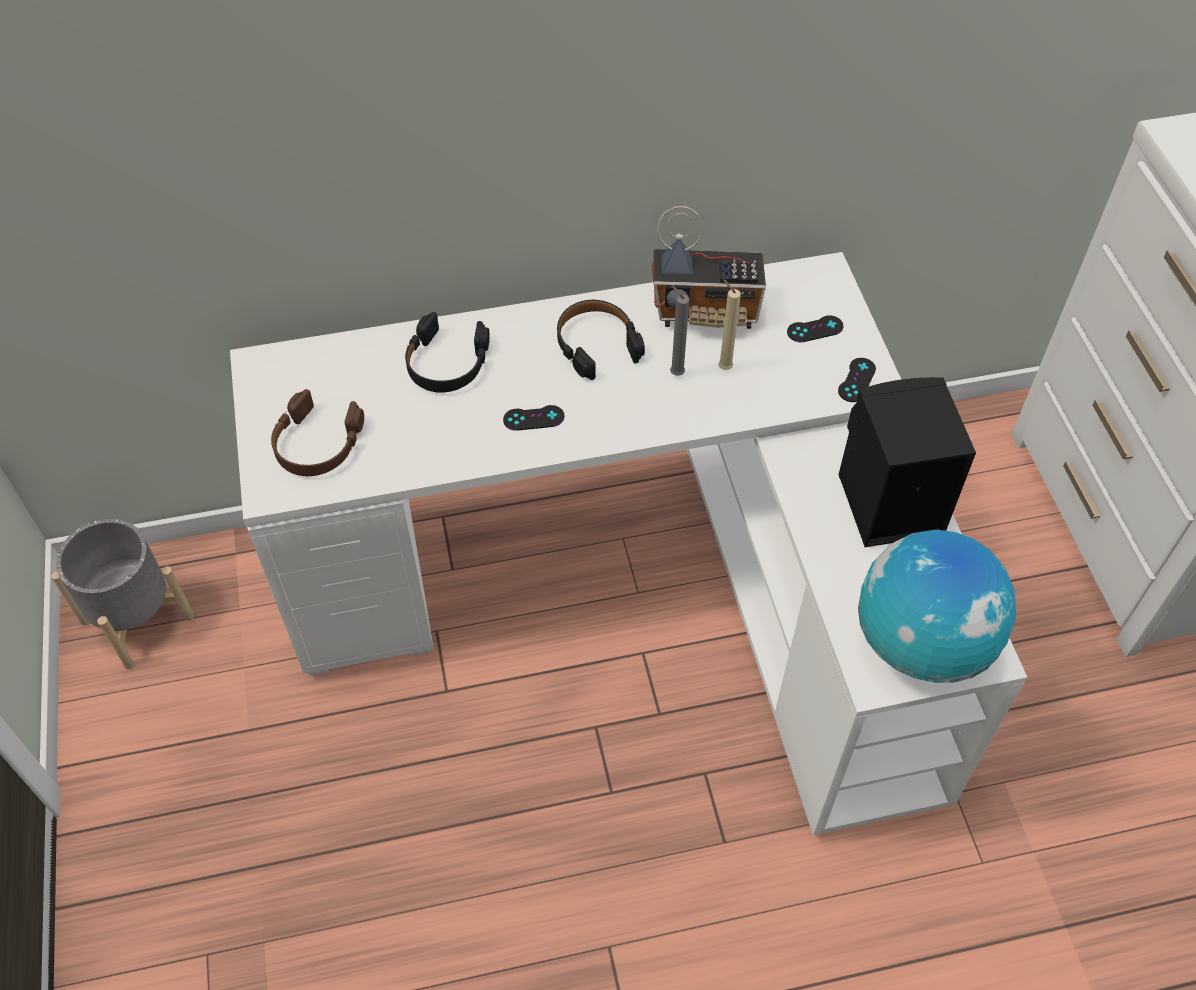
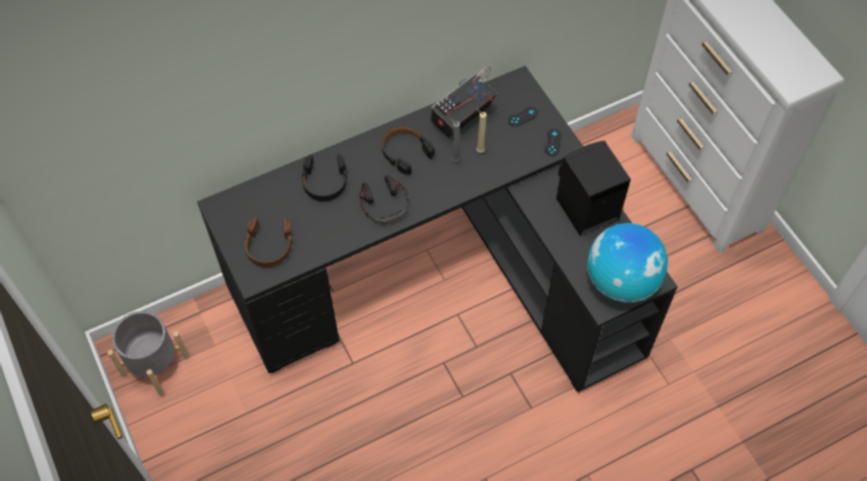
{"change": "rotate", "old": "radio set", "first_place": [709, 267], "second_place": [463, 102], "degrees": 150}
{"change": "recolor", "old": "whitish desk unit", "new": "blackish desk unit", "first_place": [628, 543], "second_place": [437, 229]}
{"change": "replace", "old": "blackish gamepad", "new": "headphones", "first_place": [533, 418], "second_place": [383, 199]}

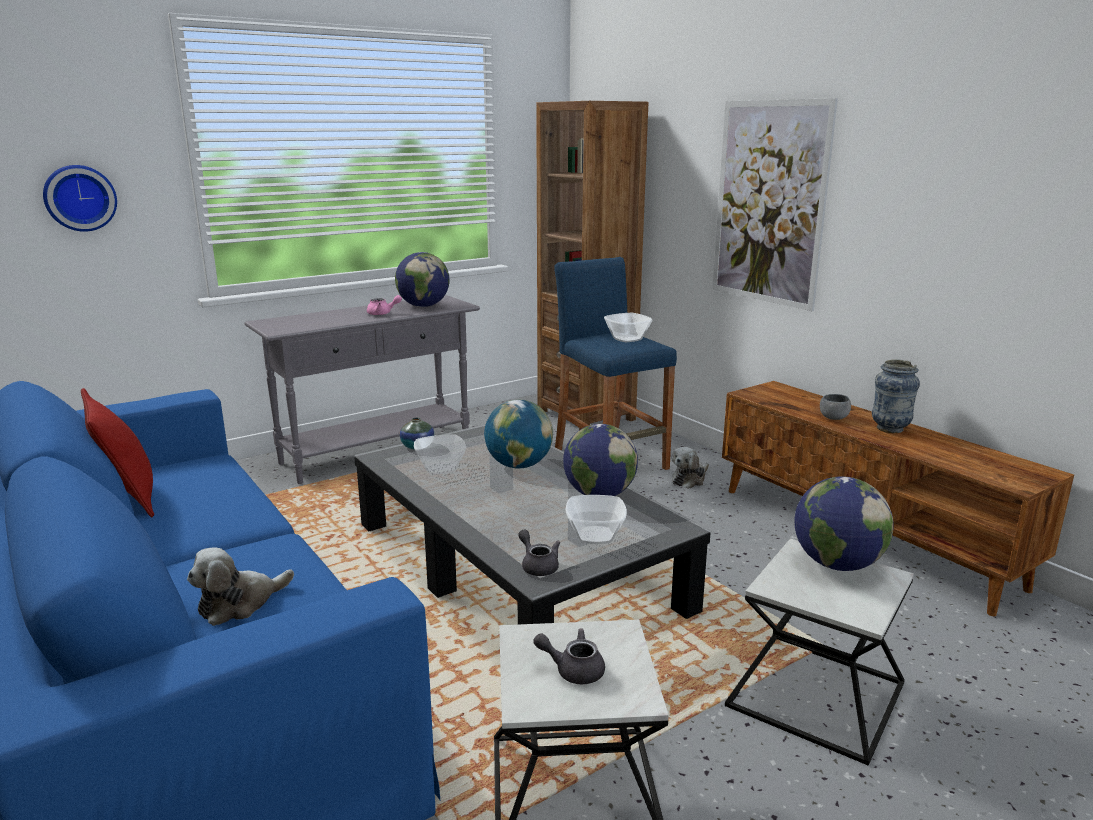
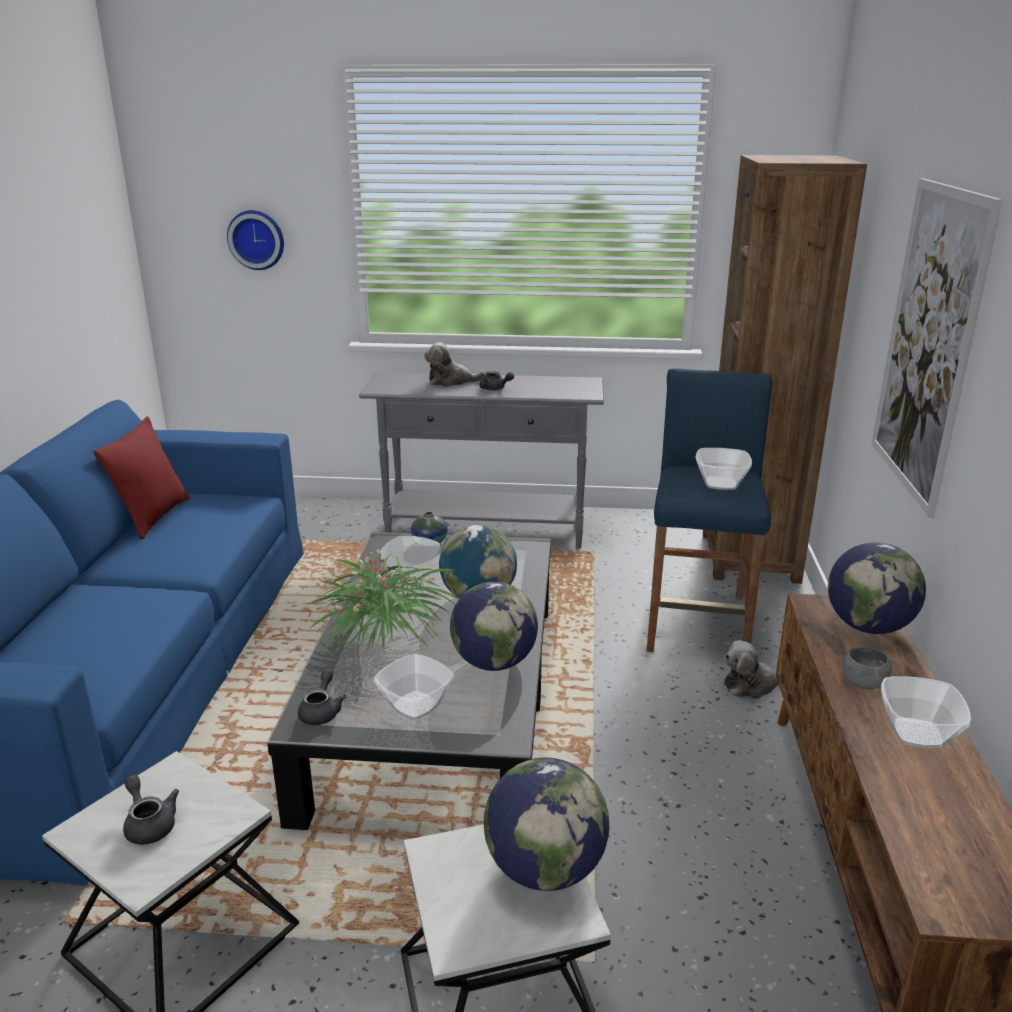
{"change": "move", "old": "desk globe", "first_place": [422, 279], "second_place": [877, 588]}
{"change": "recolor", "old": "pink tea pot", "new": "greyish tea pot", "first_place": [384, 305], "second_place": [497, 381]}
{"change": "replace", "old": "vase", "new": "bowl", "first_place": [896, 396], "second_place": [926, 712]}
{"change": "move", "old": "soft toy", "first_place": [240, 586], "second_place": [454, 364]}
{"change": "insert", "new": "plant in a pot", "second_place": [383, 602]}

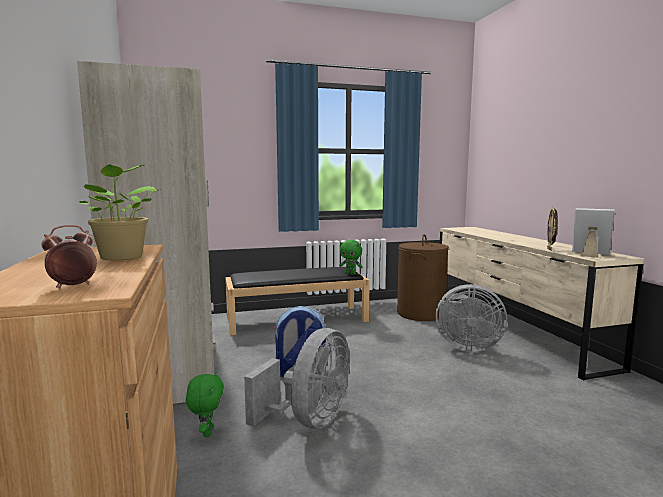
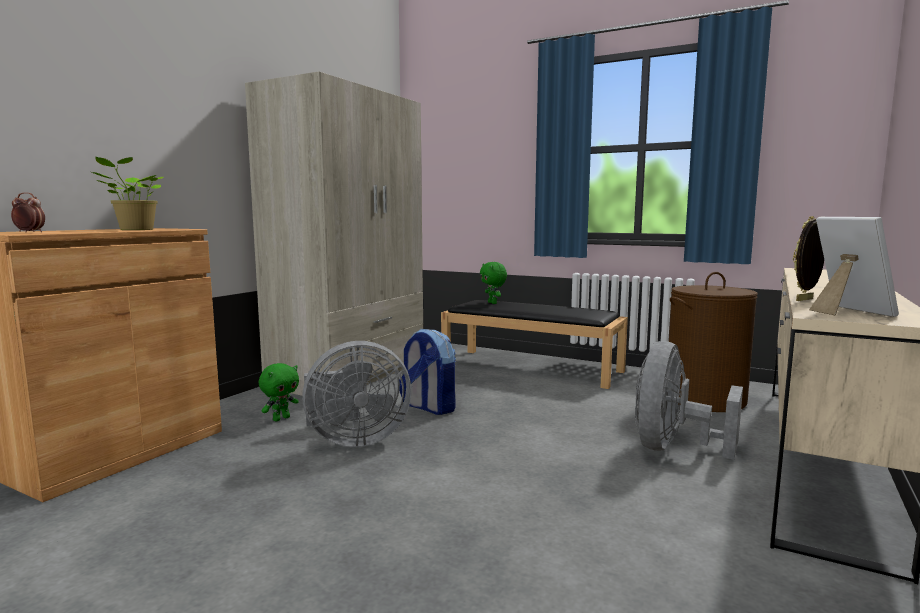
{"change": "move", "old": "green-coloured soft toy", "first_place": [351, 257], "second_place": [493, 283]}
{"change": "rotate", "old": "greyish fan", "first_place": [471, 318], "second_place": [689, 400], "degrees": 60}

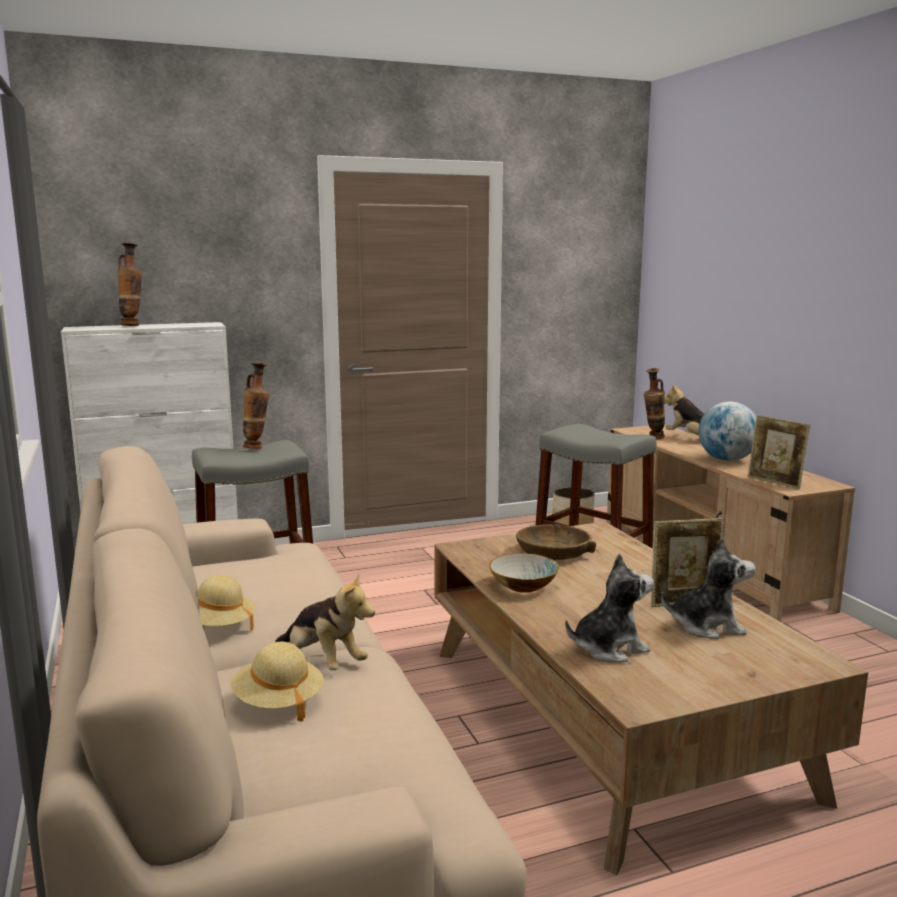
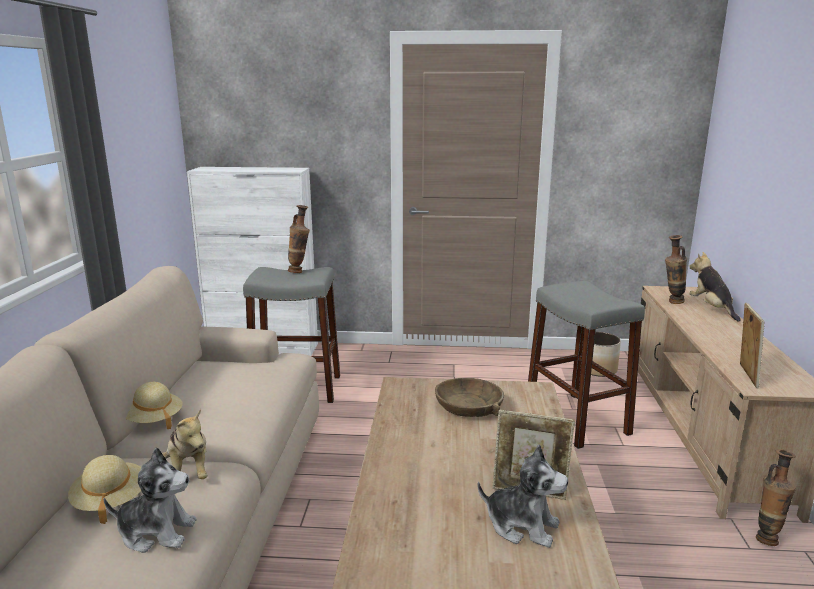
{"change": "move", "old": "vase", "first_place": [129, 284], "second_place": [776, 497]}
{"change": "delete", "old": "desk globe", "first_place": [727, 431]}
{"change": "rotate", "old": "photo frame", "first_place": [779, 452], "second_place": [752, 345], "degrees": -150}
{"change": "delete", "old": "bowl", "first_place": [524, 573]}
{"change": "move", "old": "soft toy", "first_place": [609, 607], "second_place": [150, 500]}

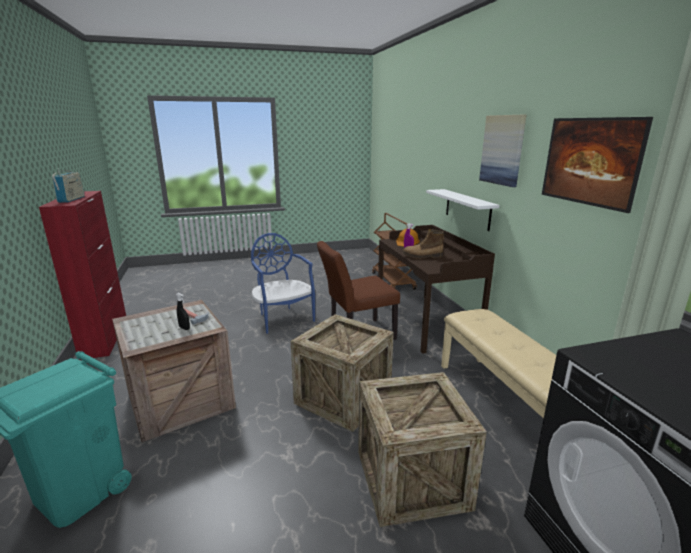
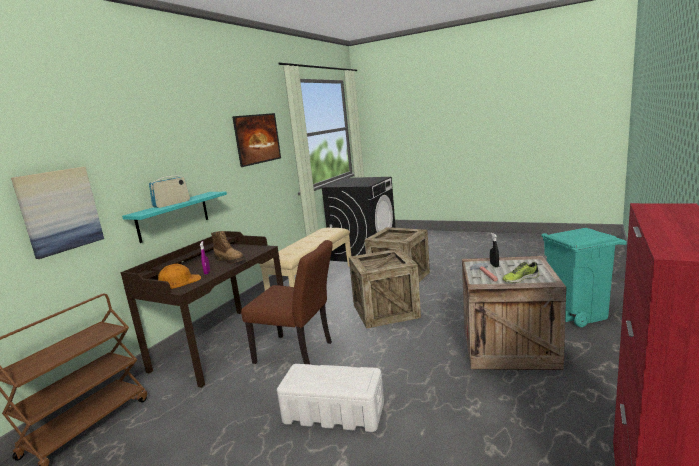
{"change": "move", "old": "wall picture", "first_place": [502, 151], "second_place": [57, 213]}
{"change": "move", "old": "radio set", "first_place": [68, 186], "second_place": [169, 191]}
{"change": "recolor", "old": "whitish wall shelf", "new": "blue-green wall shelf", "first_place": [463, 210], "second_place": [174, 217]}
{"change": "replace", "old": "bluish plain chair", "new": "whitish storage bin", "first_place": [283, 283], "second_place": [330, 398]}
{"change": "insert", "new": "item of footwear", "second_place": [521, 272]}

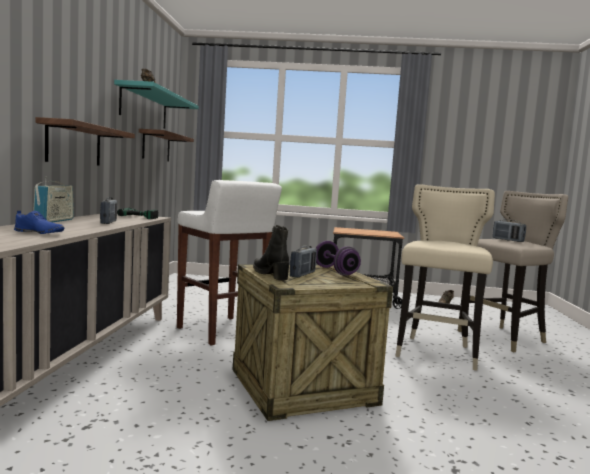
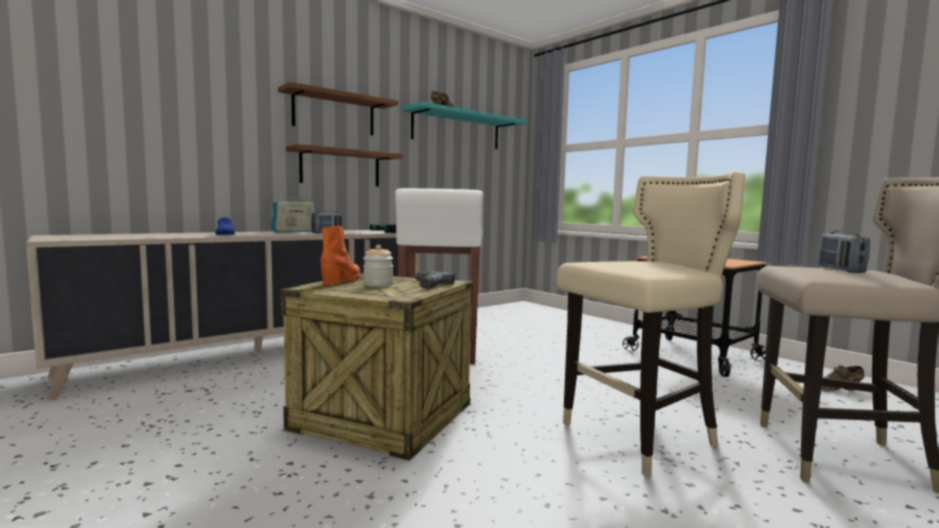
{"change": "move", "old": "wall shelf", "first_place": [166, 145], "second_place": [338, 109]}
{"change": "recolor", "old": "blackish tall boot", "new": "orange tall boot", "first_place": [271, 253], "second_place": [340, 255]}
{"change": "replace", "old": "purple-coloured dumbbell", "new": "power drill", "first_place": [338, 258], "second_place": [434, 280]}
{"change": "replace", "old": "radio set", "new": "preserve jar", "first_place": [303, 261], "second_place": [378, 266]}

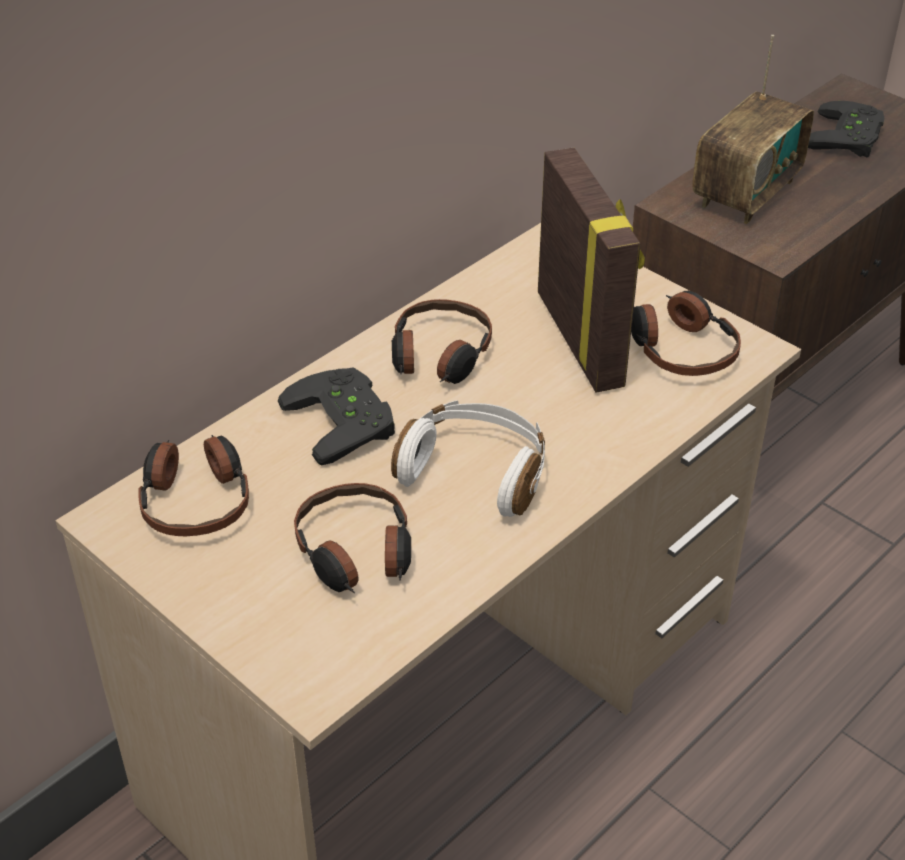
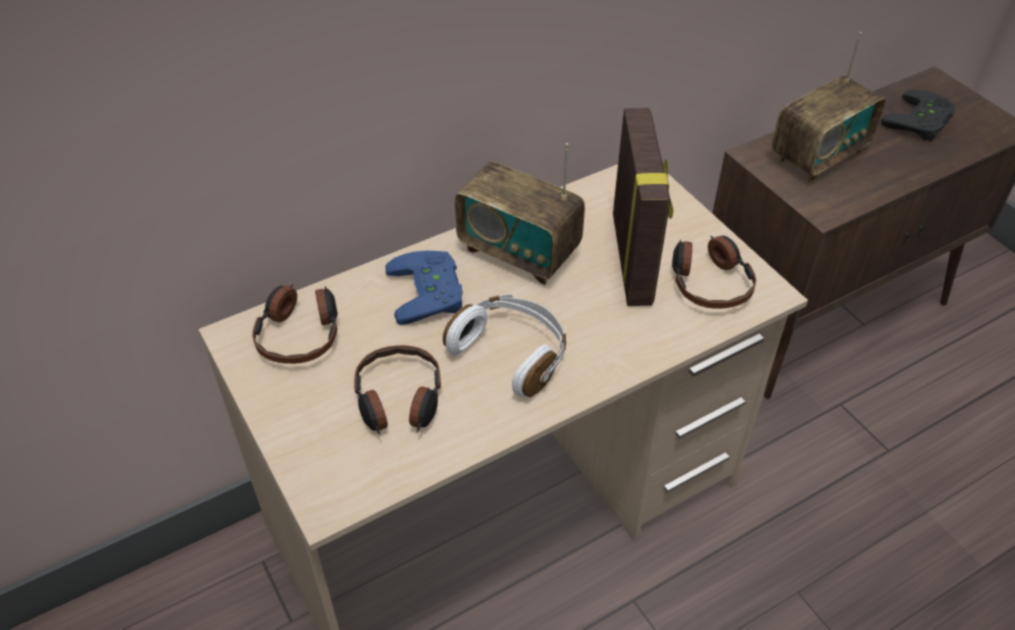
{"change": "replace", "old": "headphones", "new": "radio set", "first_place": [442, 341], "second_place": [520, 214]}
{"change": "recolor", "old": "blackish gamepad", "new": "bluish gamepad", "first_place": [336, 416], "second_place": [423, 288]}

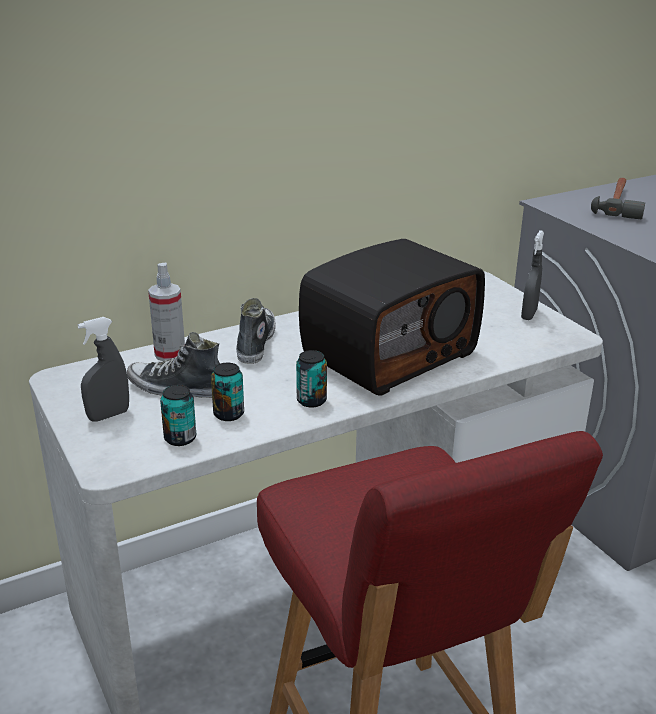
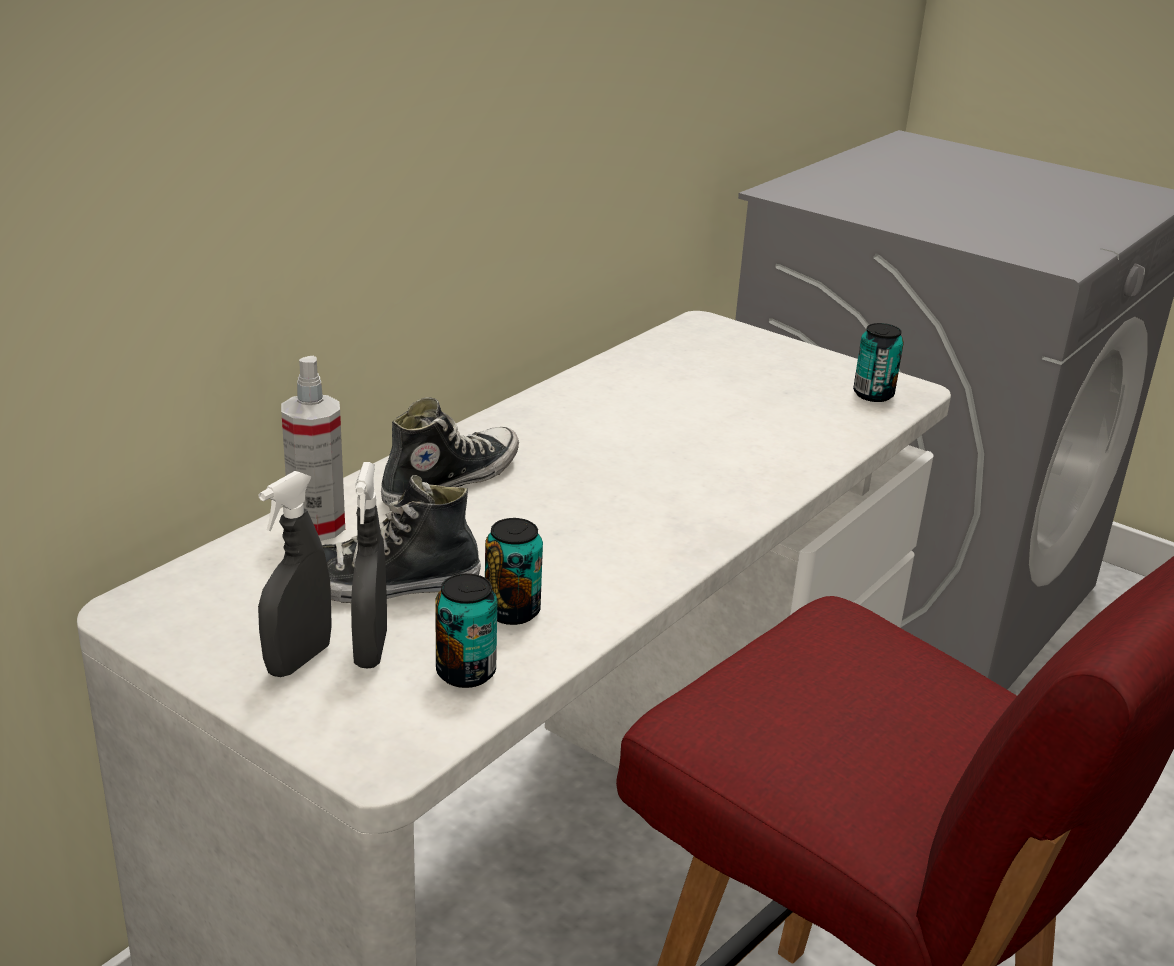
{"change": "delete", "old": "hammer", "first_place": [618, 198]}
{"change": "move", "old": "greyish hand sprayer", "first_place": [532, 275], "second_place": [369, 565]}
{"change": "delete", "old": "radio set", "first_place": [392, 317]}
{"change": "rotate", "old": "item of footwear", "first_place": [256, 331], "second_place": [450, 451], "degrees": 60}
{"change": "move", "old": "sealed can", "first_place": [311, 378], "second_place": [878, 362]}

